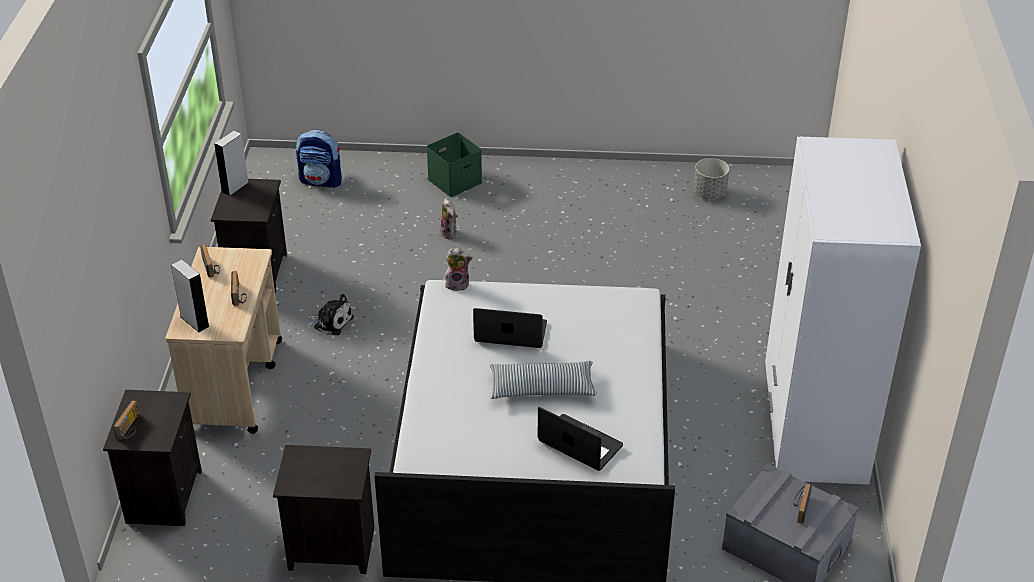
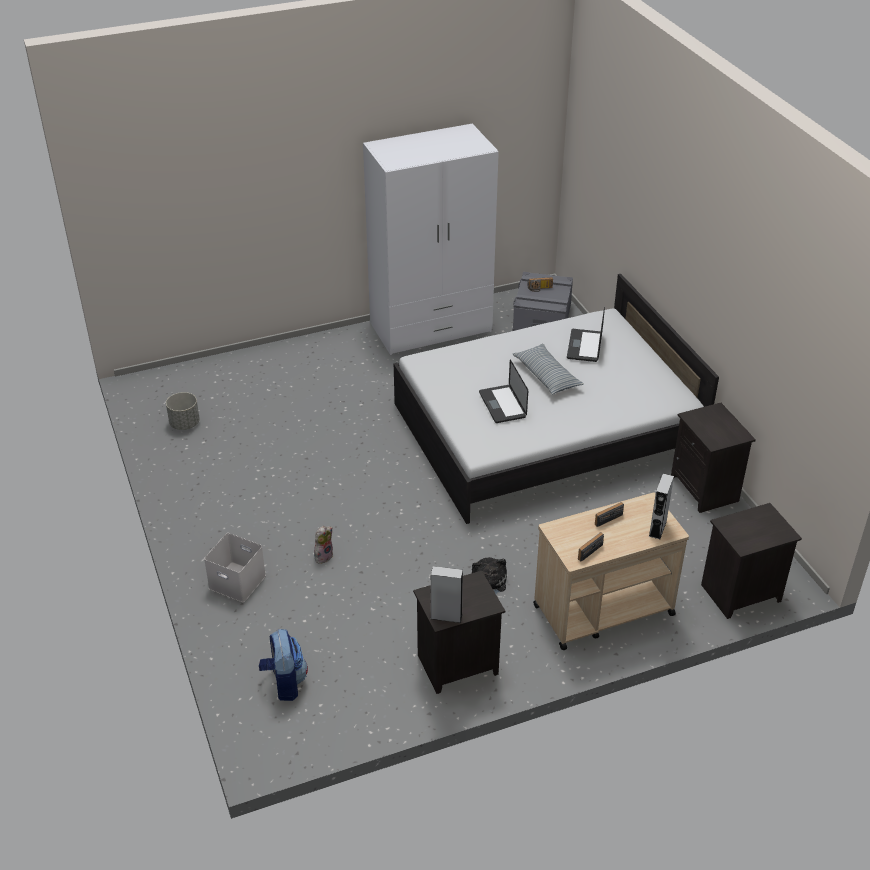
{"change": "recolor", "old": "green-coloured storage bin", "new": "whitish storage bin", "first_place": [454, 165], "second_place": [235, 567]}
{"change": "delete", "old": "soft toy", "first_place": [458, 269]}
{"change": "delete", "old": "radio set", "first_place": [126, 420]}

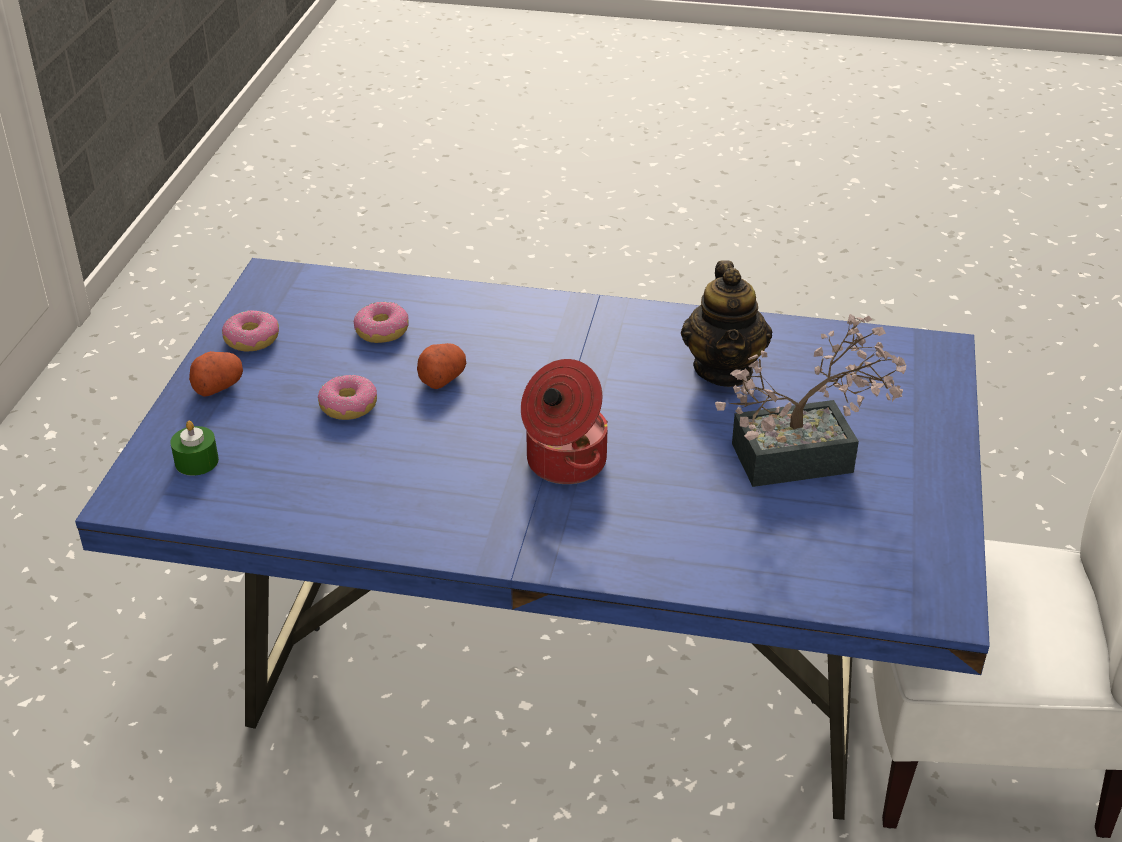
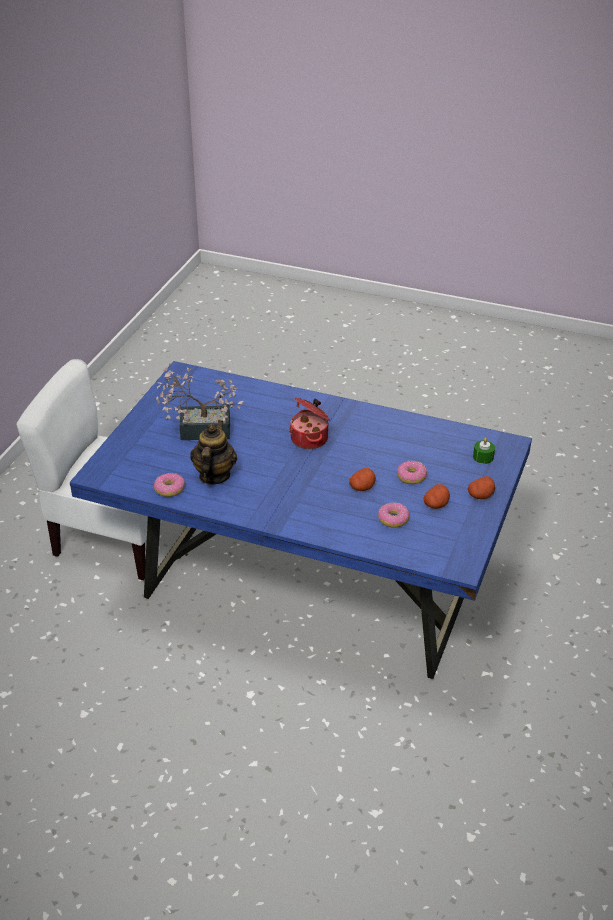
{"change": "move", "old": "ring doughnut", "first_place": [250, 330], "second_place": [169, 485]}
{"change": "insert", "new": "whole potato", "second_place": [436, 496]}

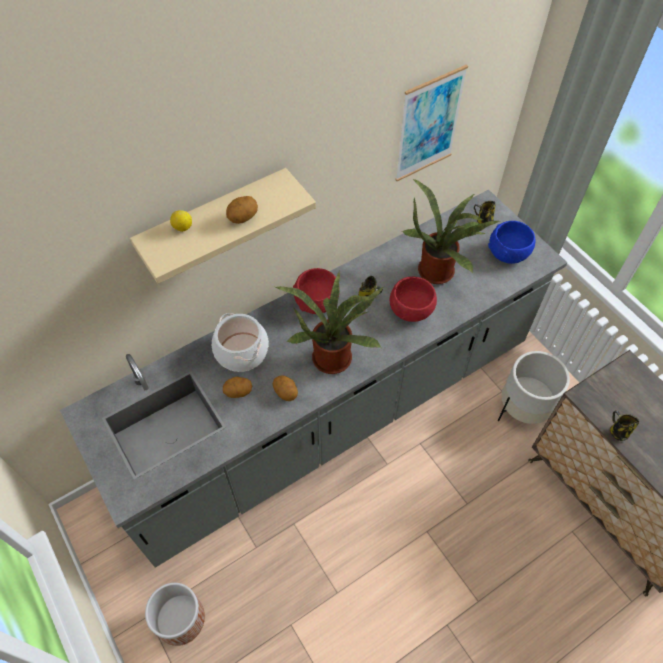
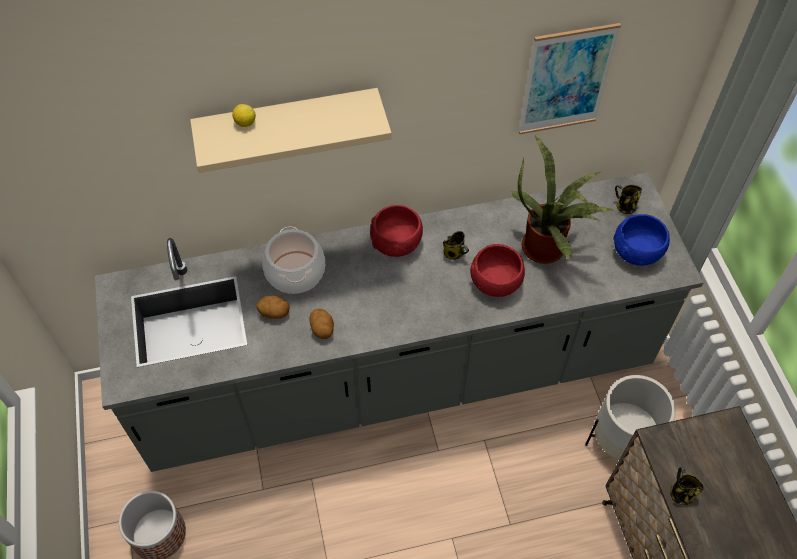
{"change": "delete", "old": "whole potato", "first_place": [242, 210]}
{"change": "delete", "old": "plant in a pot", "first_place": [329, 323]}

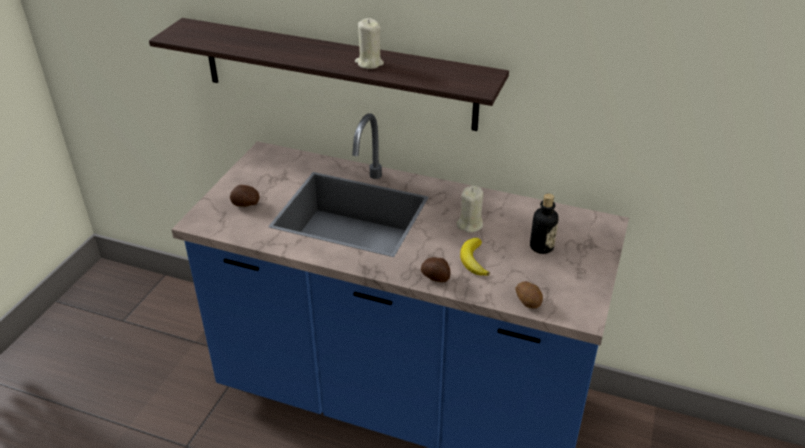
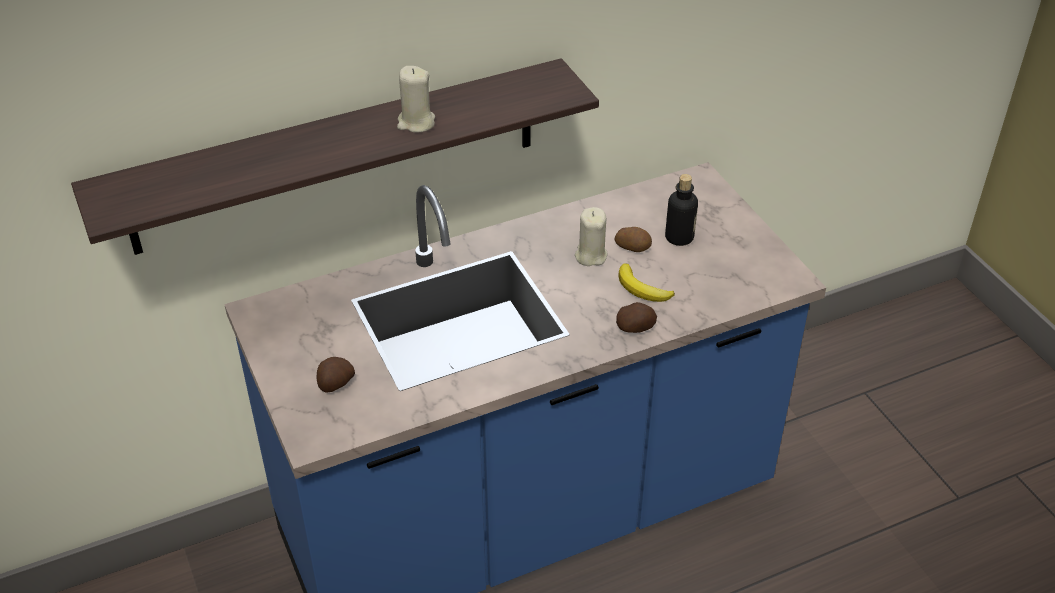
{"change": "move", "old": "whole potato", "first_place": [529, 294], "second_place": [633, 239]}

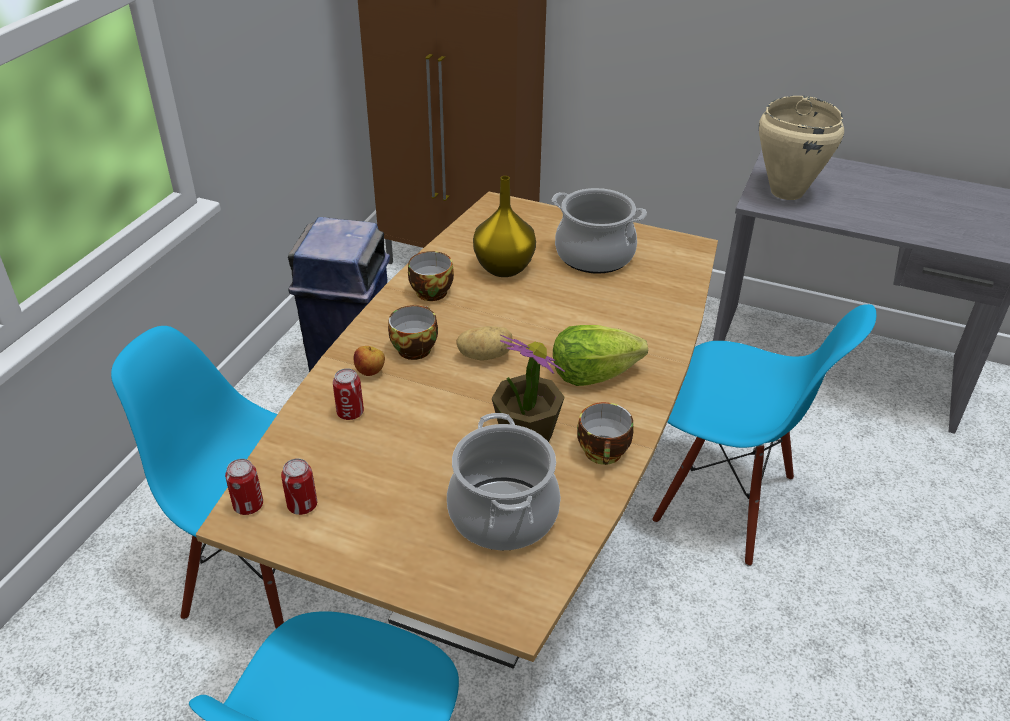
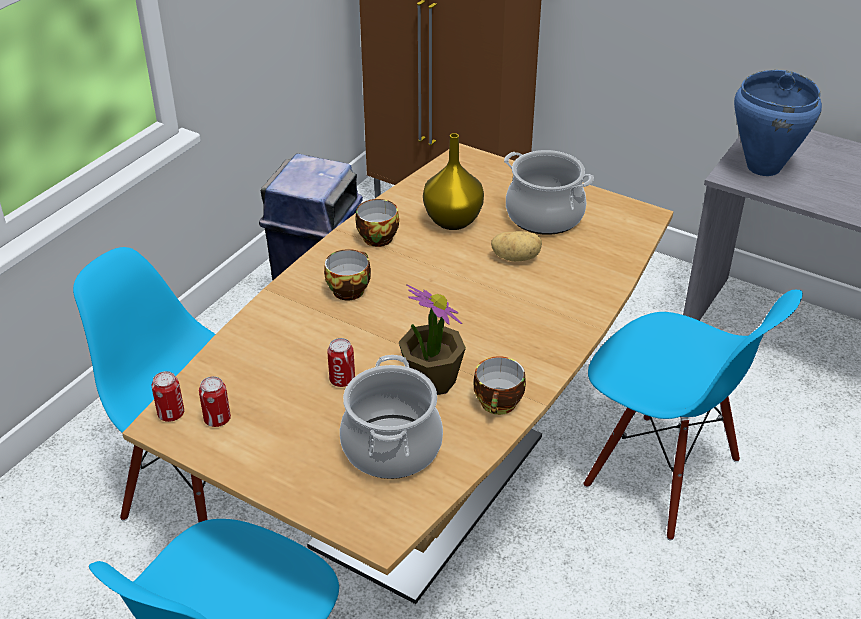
{"change": "recolor", "old": "beige cooking pot", "new": "bluish cooking pot", "first_place": [801, 148], "second_place": [778, 123]}
{"change": "delete", "old": "lettuce", "first_place": [600, 355]}
{"change": "move", "old": "whole potato", "first_place": [484, 343], "second_place": [516, 246]}
{"change": "delete", "old": "apple fruit", "first_place": [369, 361]}
{"change": "move", "old": "sealed can", "first_place": [348, 394], "second_place": [341, 362]}

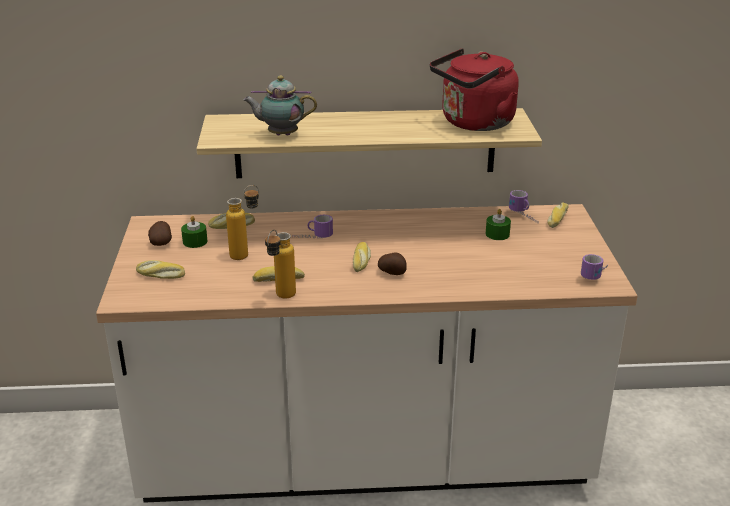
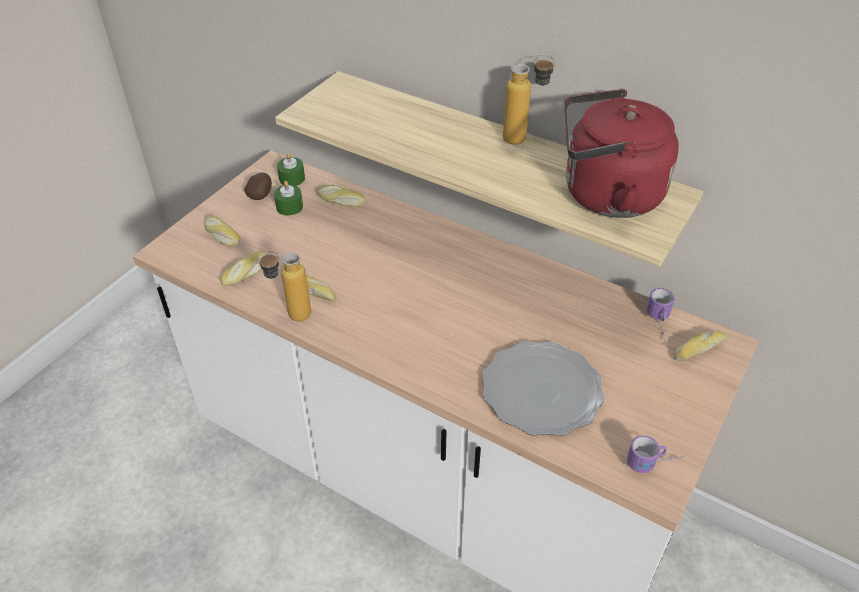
{"change": "delete", "old": "tea pot", "first_place": [280, 105]}
{"change": "move", "old": "bottle", "first_place": [242, 222], "second_place": [529, 99]}
{"change": "move", "old": "green-coloured wax candle", "first_place": [498, 224], "second_place": [291, 169]}
{"change": "delete", "old": "tea mug", "first_place": [312, 226]}
{"change": "move", "old": "bakery bread", "first_place": [362, 257], "second_place": [244, 268]}
{"change": "delete", "old": "whole potato", "first_place": [392, 264]}
{"change": "insert", "new": "flat dish", "second_place": [544, 388]}

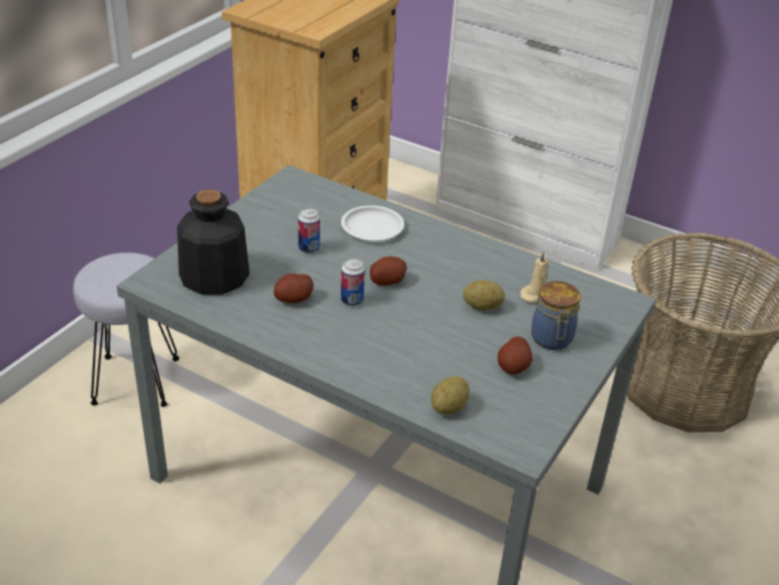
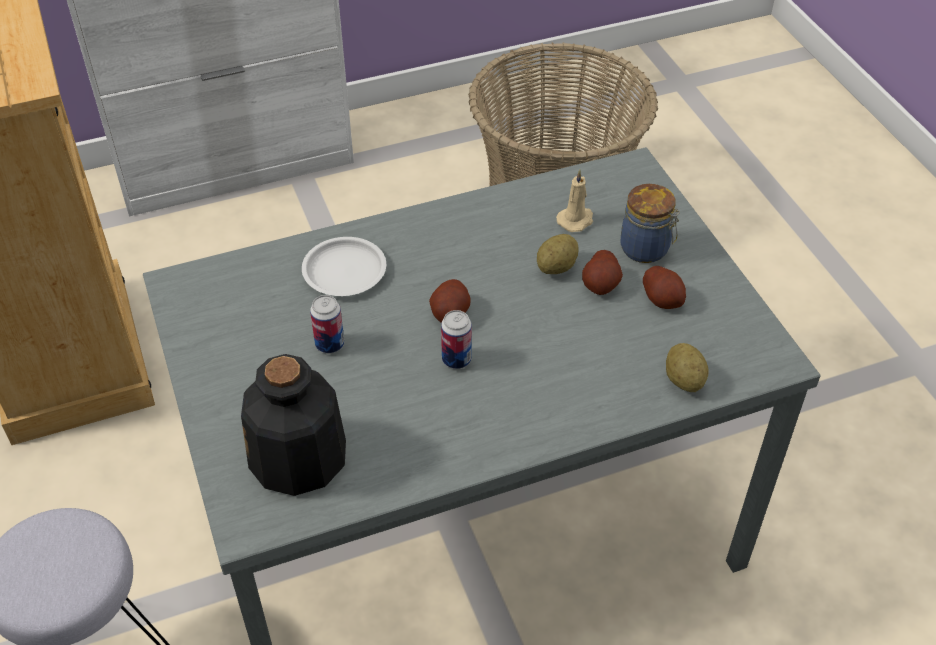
{"change": "move", "old": "whole potato", "first_place": [293, 288], "second_place": [602, 272]}

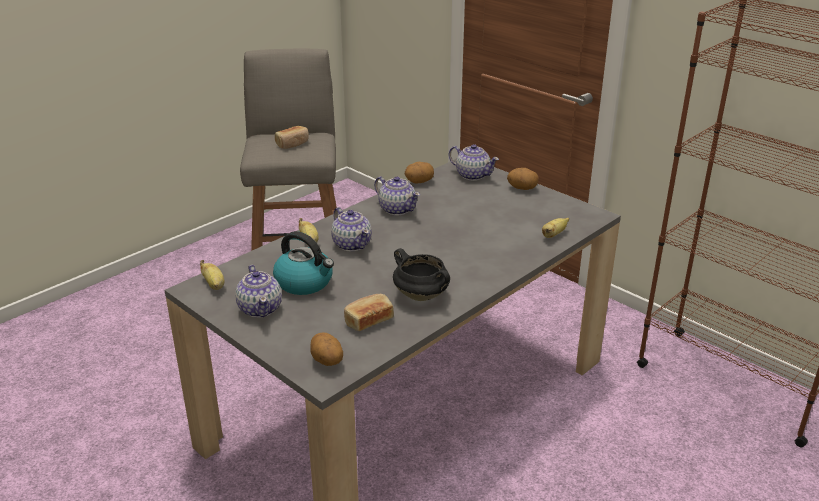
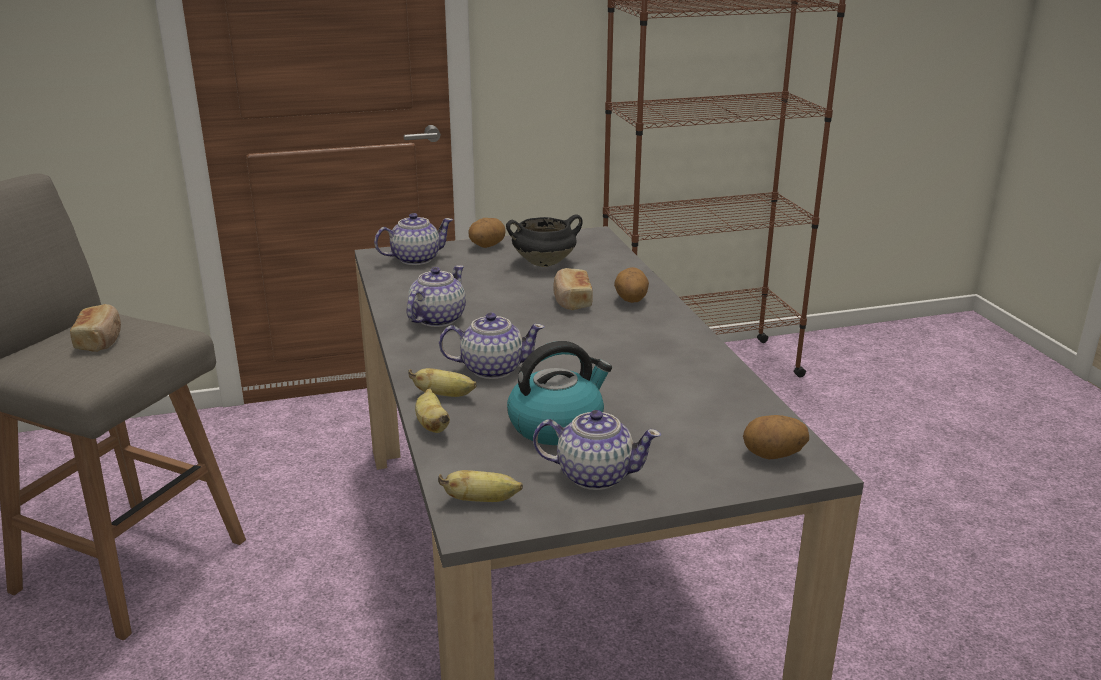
{"change": "move", "old": "whole potato", "first_place": [419, 173], "second_place": [631, 285]}
{"change": "rotate", "old": "tea pot", "first_place": [397, 195], "second_place": [436, 296], "degrees": -45}
{"change": "move", "old": "whole banana", "first_place": [555, 228], "second_place": [432, 410]}
{"change": "move", "old": "blackish cooking pot", "first_place": [421, 274], "second_place": [544, 240]}
{"change": "move", "old": "bakery bread", "first_place": [369, 312], "second_place": [573, 289]}

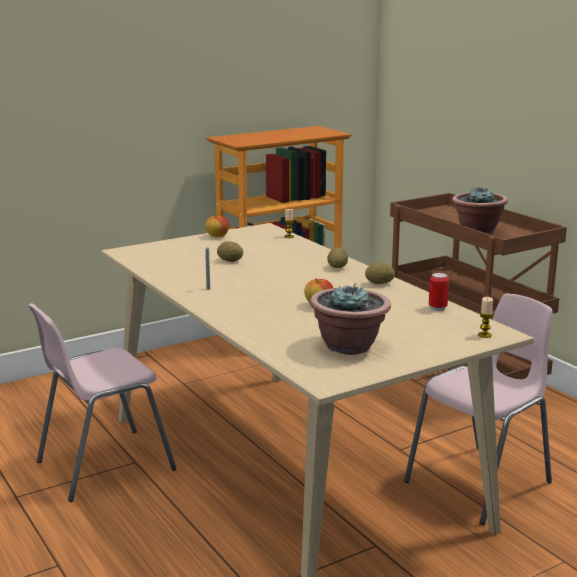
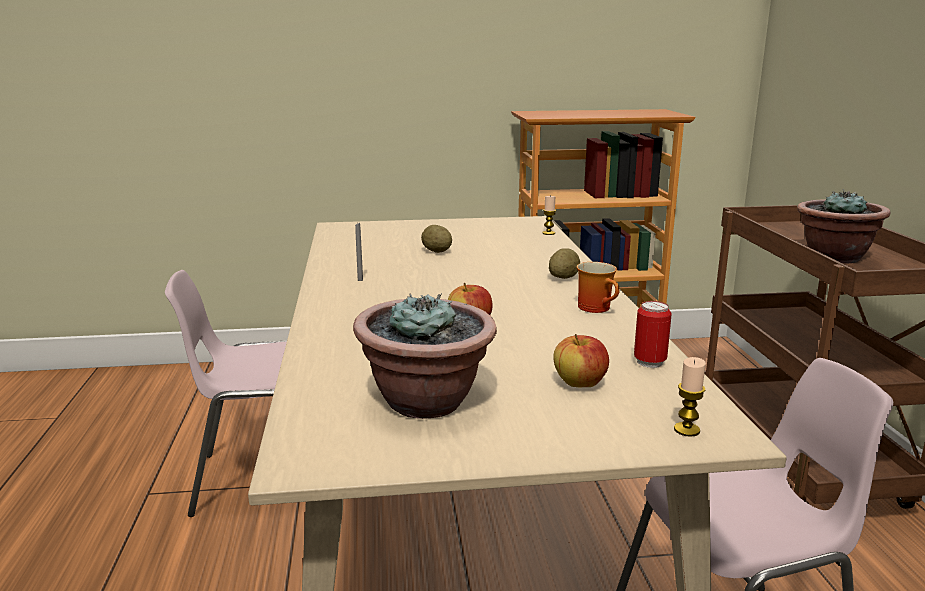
{"change": "move", "old": "apple fruit", "first_place": [217, 226], "second_place": [581, 360]}
{"change": "replace", "old": "whole potato", "new": "tea mug", "first_place": [380, 273], "second_place": [598, 287]}

